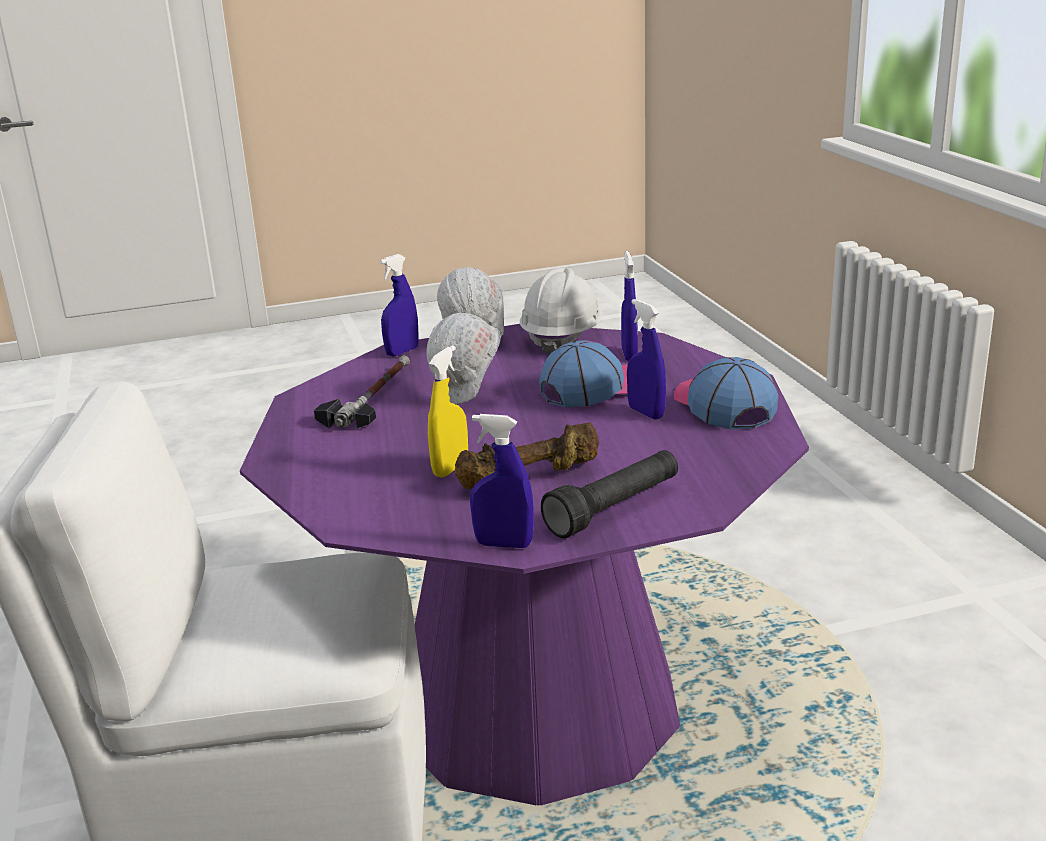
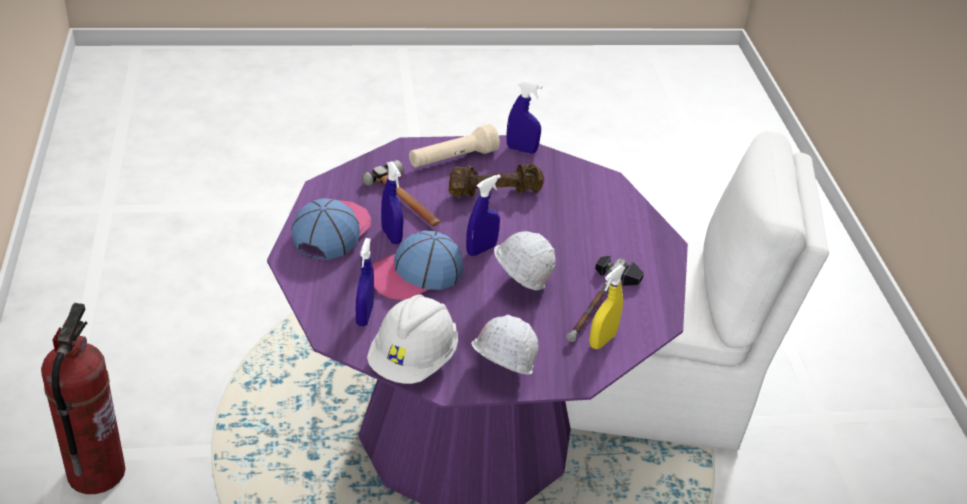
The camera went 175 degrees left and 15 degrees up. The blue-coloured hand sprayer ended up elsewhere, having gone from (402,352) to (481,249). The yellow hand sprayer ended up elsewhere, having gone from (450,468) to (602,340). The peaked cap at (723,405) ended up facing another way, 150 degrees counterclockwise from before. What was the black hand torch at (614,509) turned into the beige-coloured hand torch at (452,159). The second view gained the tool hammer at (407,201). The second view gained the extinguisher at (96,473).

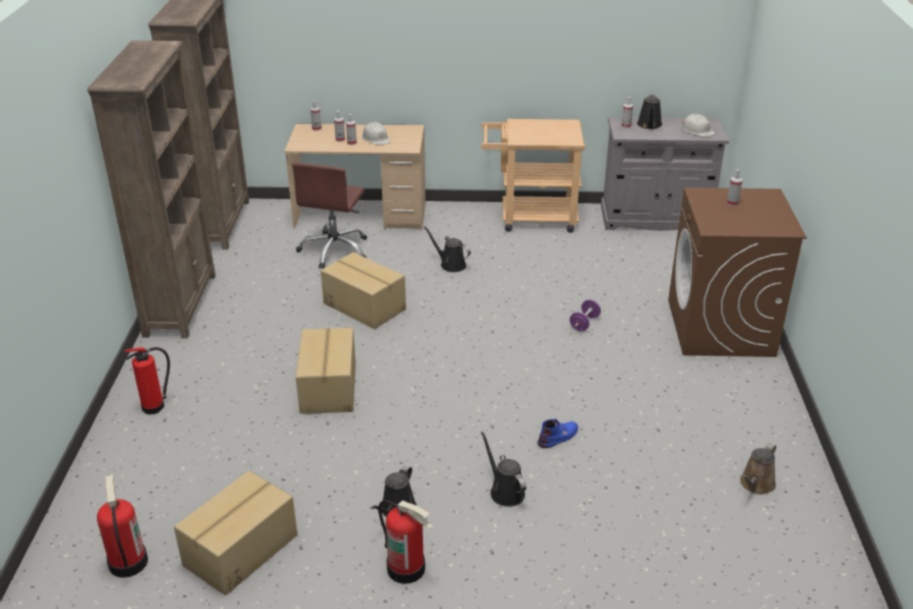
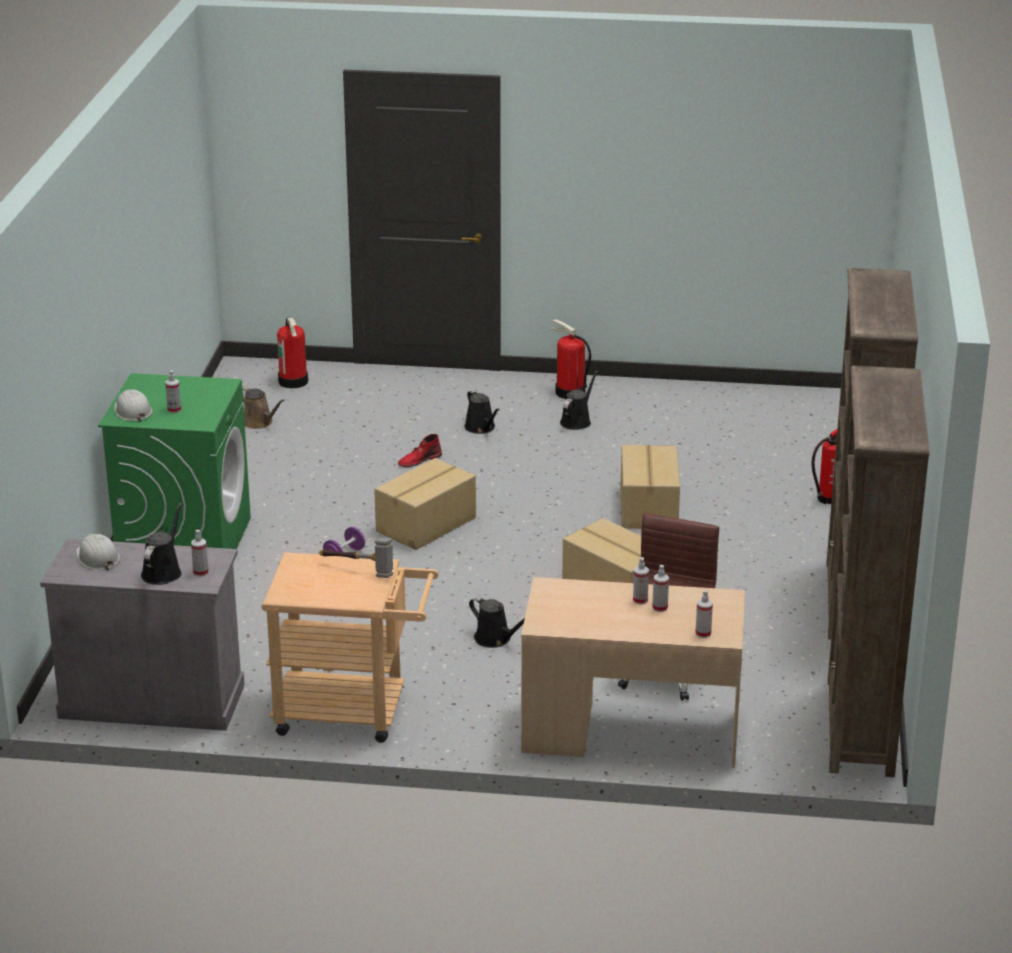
The camera went 175 degrees left and 5 degrees down. The whitish hard hat ended up elsewhere, having gone from (376,138) to (132,411). What was the brownish washing machine at (720,328) turned into the green washing machine at (184,543). What was the blue-coloured high-top boot at (558,436) turned into the red-coloured high-top boot at (419,460). The brownish sprinkling can at (756,485) ended up facing another way, 90 degrees clockwise from before. The cardboard box ended up elsewhere, having gone from (239,549) to (427,524). The extinguisher ended up elsewhere, having gone from (127,562) to (293,381). The second view gained the tool hammer at (359,570).

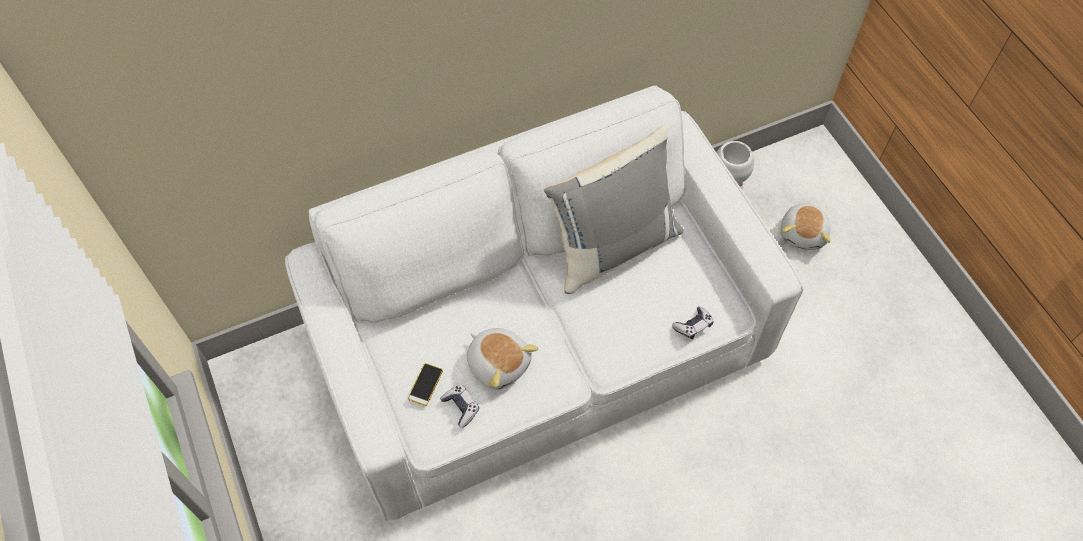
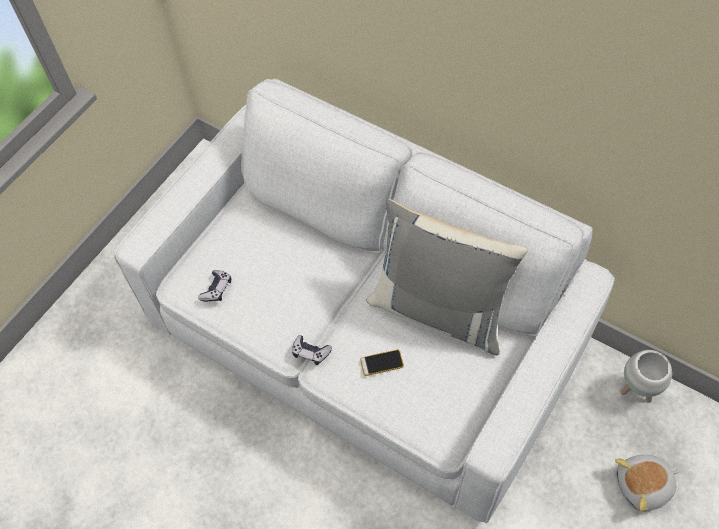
The camera went 60 degrees right and 0 degrees up. The game controller ended up elsewhere, having gone from (693,325) to (311,352). The second view lost the soft toy at (499,363). The telephone ended up elsewhere, having gone from (425,384) to (382,363).

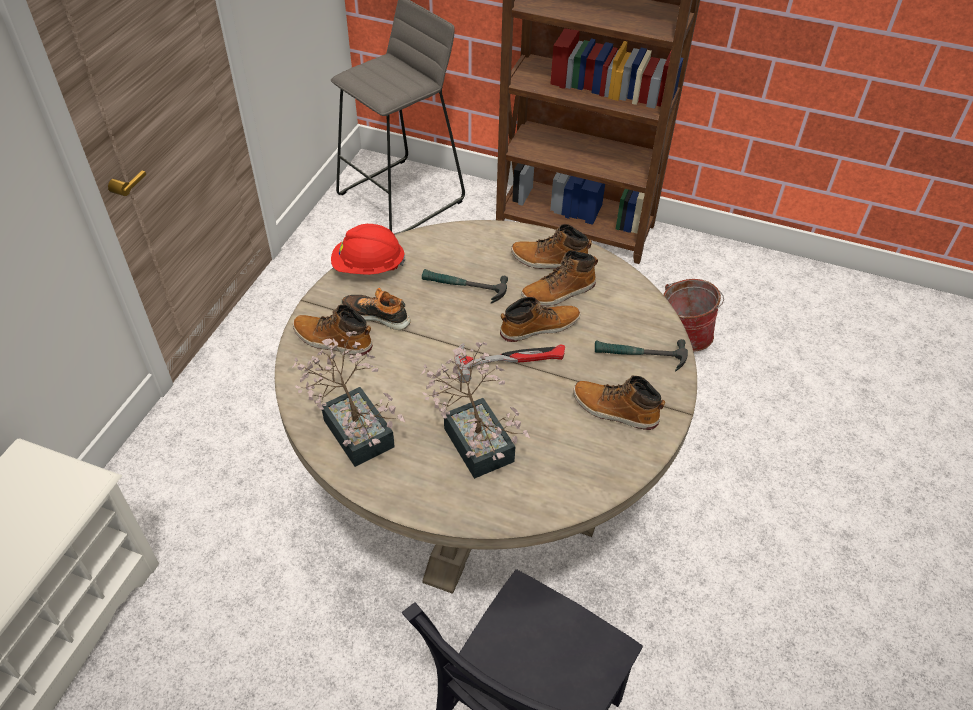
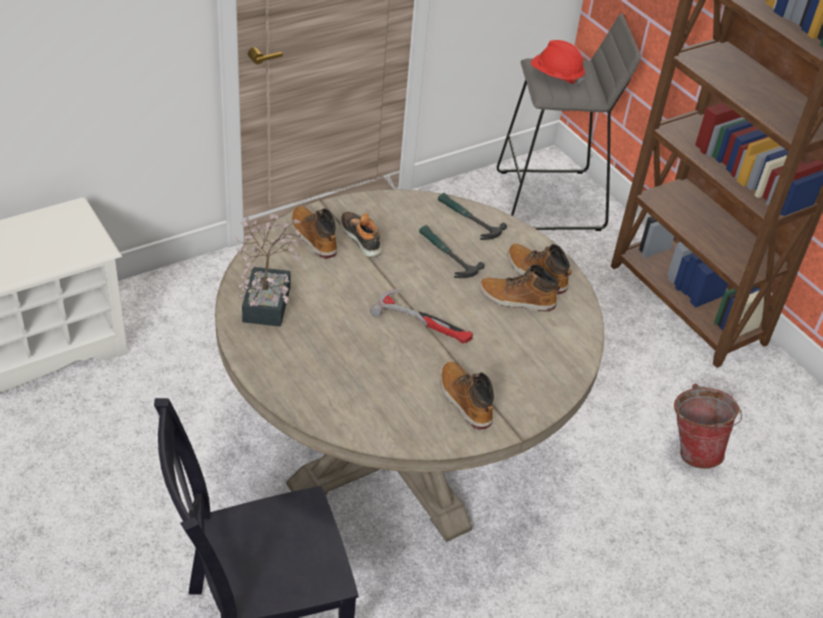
The camera went 35 degrees right and 5 degrees down. The red-coloured hard hat ended up elsewhere, having gone from (368,267) to (556,76). The second view lost the high-top boot at (539,327). The tool hammer ended up elsewhere, having gone from (640,356) to (467,219). The second view lost the potted plant at (475,437).

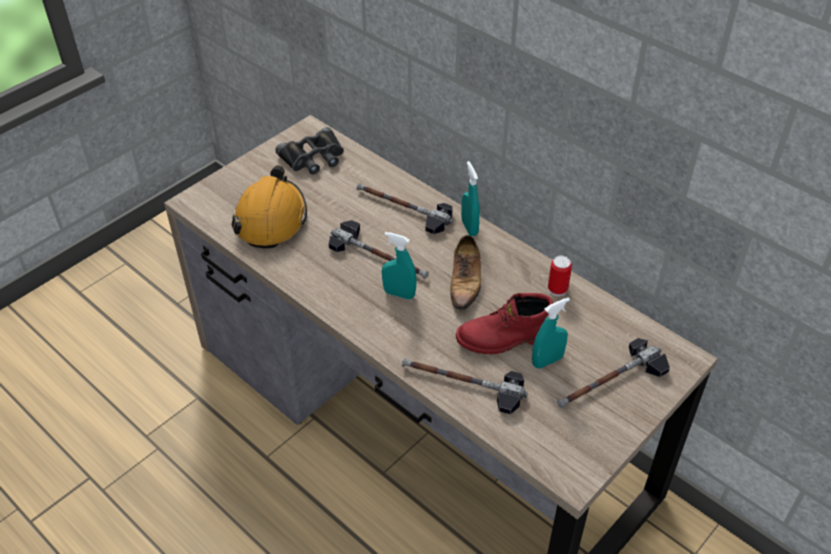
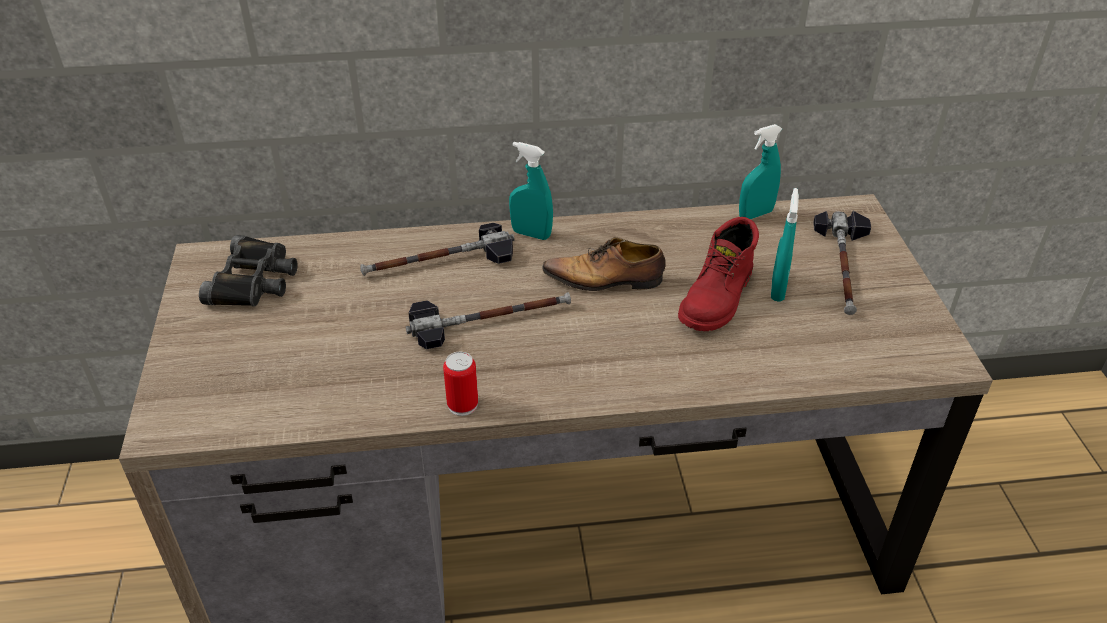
The camera went 50 degrees left and 5 degrees down. The second view lost the orange-coloured hard hat at (271,219). The blue-green hand sprayer ended up elsewhere, having gone from (399,294) to (755,214). The low shoe at (465,281) ended up facing another way, 135 degrees clockwise from before. The can ended up elsewhere, having gone from (557,289) to (462,405). The second view lost the tool hammer at (462,384).

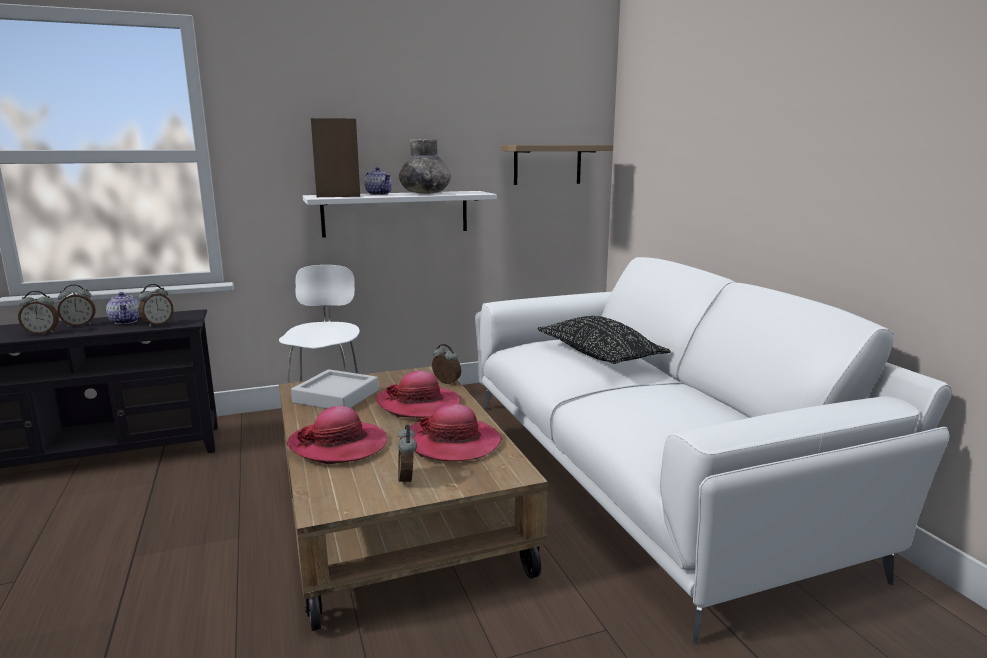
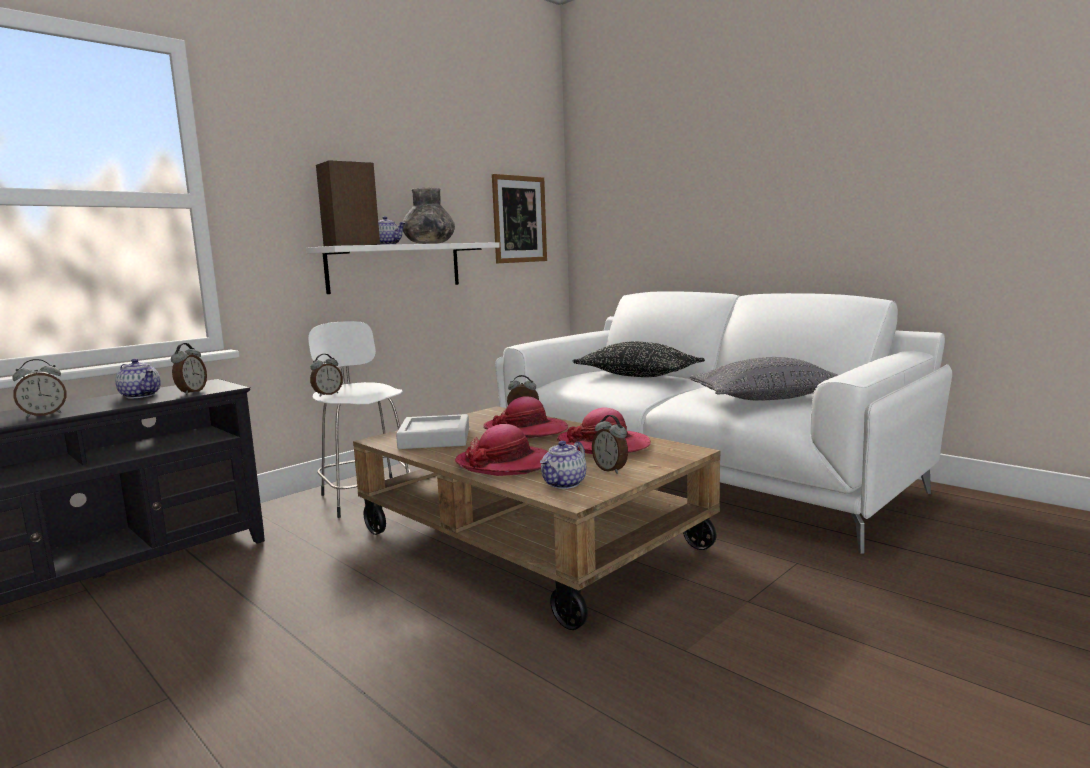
The camera went 25 degrees left and 5 degrees down. Where the wall shelf hung at (547,164), the picture came to hang at (519,219). The bedside clock ended up elsewhere, having gone from (79,325) to (327,394). The second view gained the grey cushion at (769,398). The second view gained the pot for tea at (564,484).

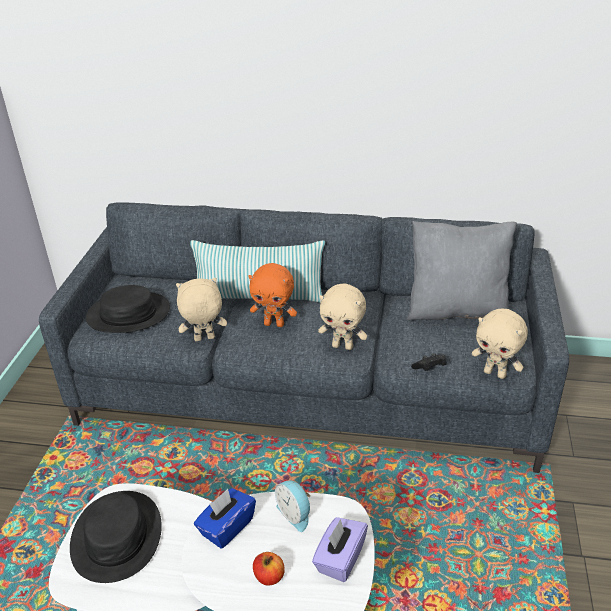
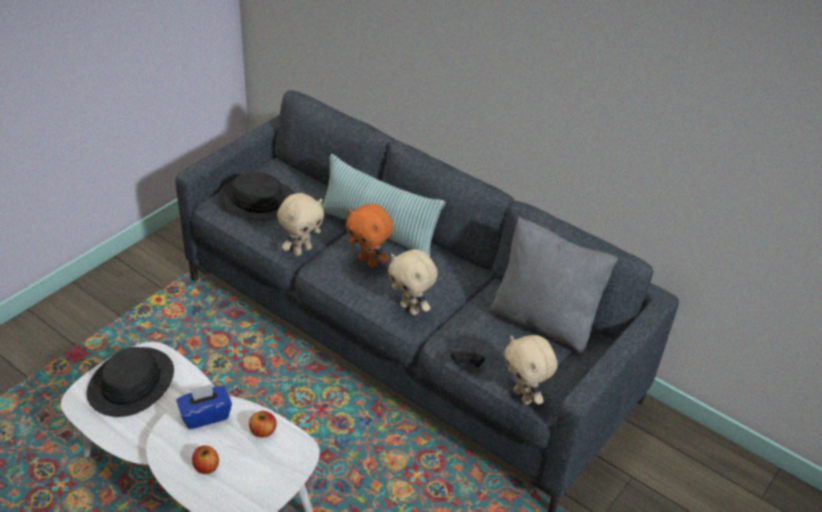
The camera went 25 degrees right and 5 degrees up. The beige-coloured soft toy at (204,339) ended up facing another way, 120 degrees clockwise from before. Where the bedside clock stood at (295,514), the apple came to stand at (263,431). The second view lost the purplish box of tissues at (340,559).

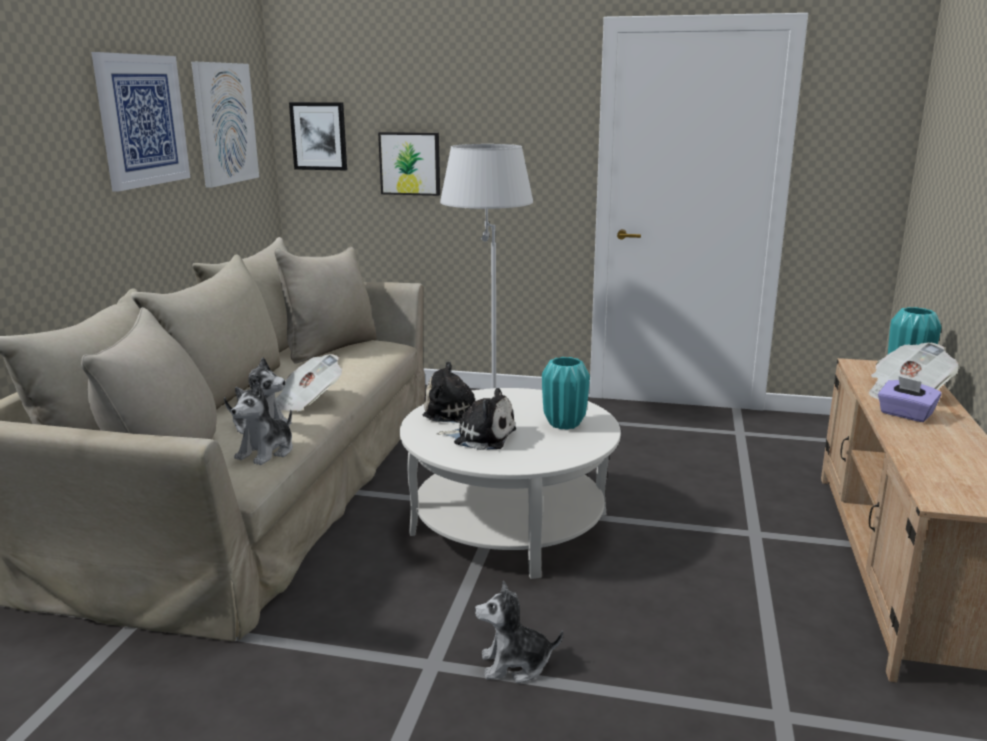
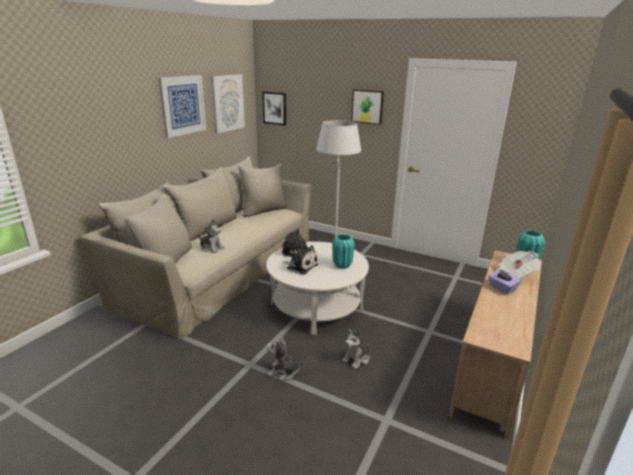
The camera went 15 degrees right and 5 degrees up. The picture ended up elsewhere, having gone from (410,163) to (367,106). The second view lost the printed paper at (306,402). The soft toy ended up elsewhere, having gone from (267,452) to (357,358).

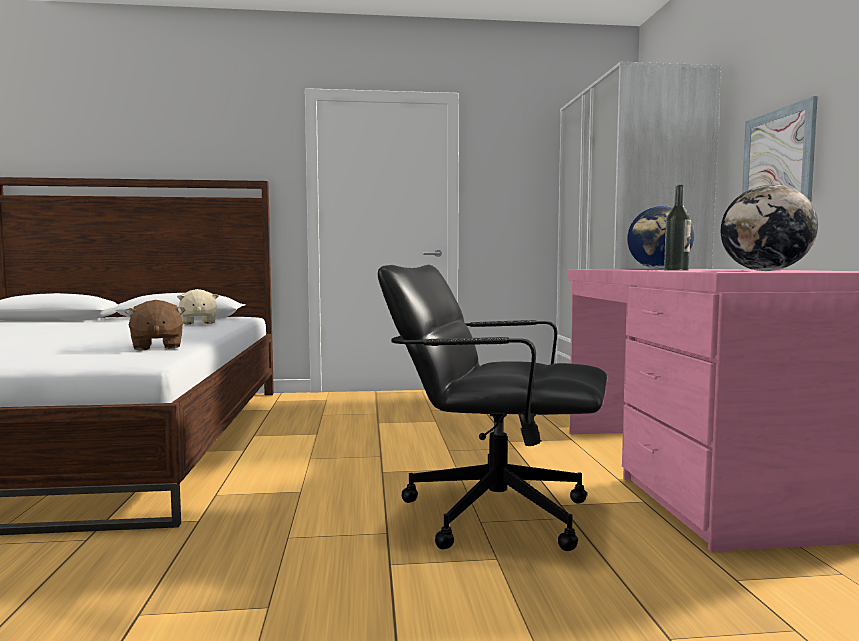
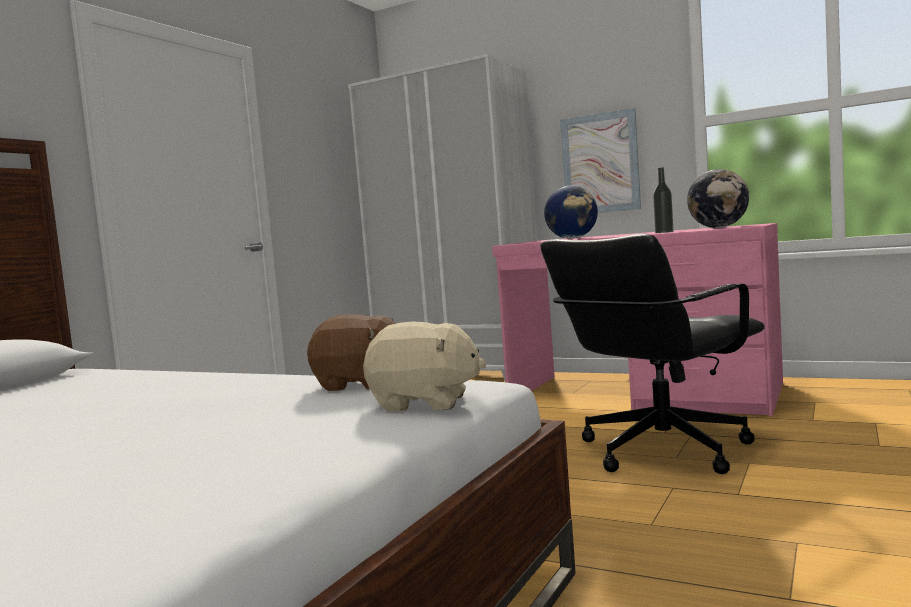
The camera went 55 degrees left and 0 degrees up. The beige-coloured soft toy ended up elsewhere, having gone from (198,322) to (424,403).

